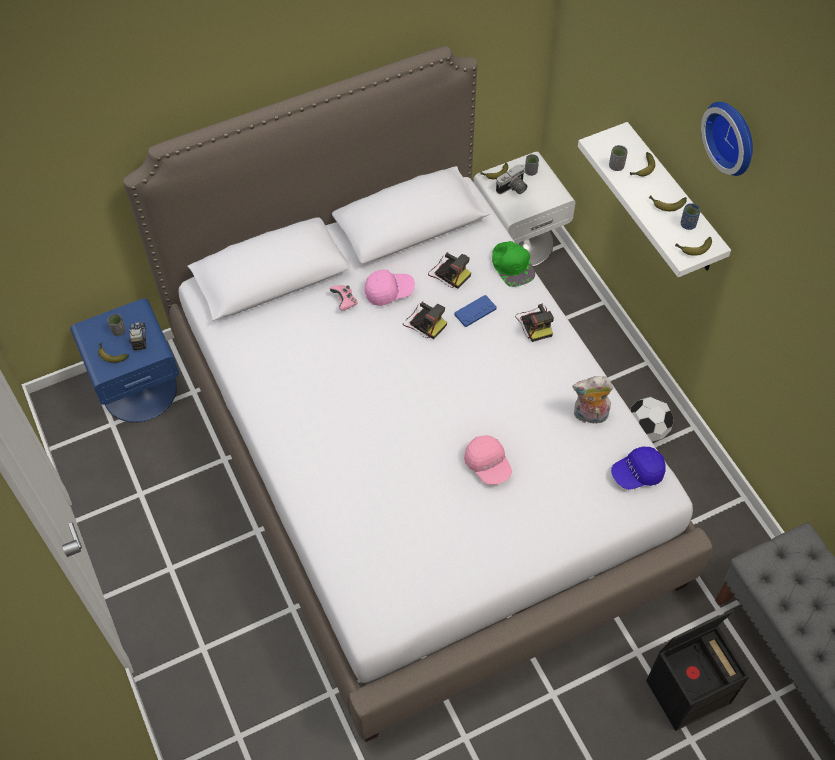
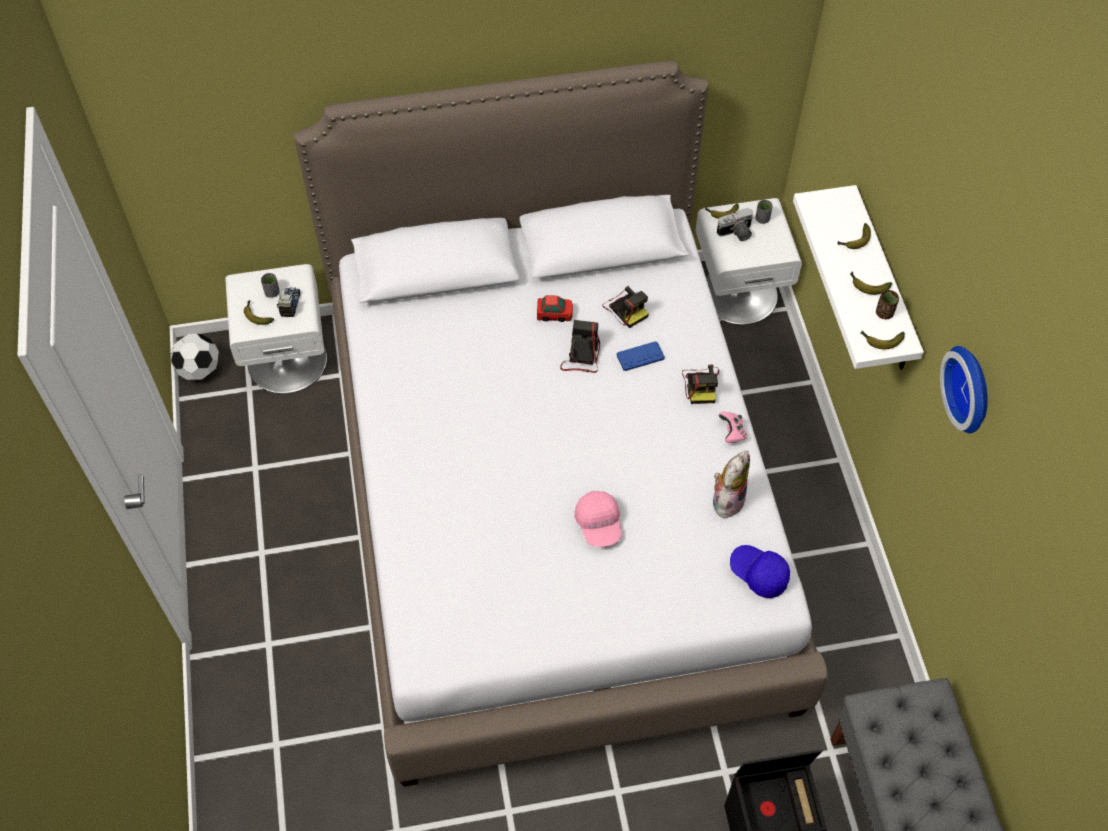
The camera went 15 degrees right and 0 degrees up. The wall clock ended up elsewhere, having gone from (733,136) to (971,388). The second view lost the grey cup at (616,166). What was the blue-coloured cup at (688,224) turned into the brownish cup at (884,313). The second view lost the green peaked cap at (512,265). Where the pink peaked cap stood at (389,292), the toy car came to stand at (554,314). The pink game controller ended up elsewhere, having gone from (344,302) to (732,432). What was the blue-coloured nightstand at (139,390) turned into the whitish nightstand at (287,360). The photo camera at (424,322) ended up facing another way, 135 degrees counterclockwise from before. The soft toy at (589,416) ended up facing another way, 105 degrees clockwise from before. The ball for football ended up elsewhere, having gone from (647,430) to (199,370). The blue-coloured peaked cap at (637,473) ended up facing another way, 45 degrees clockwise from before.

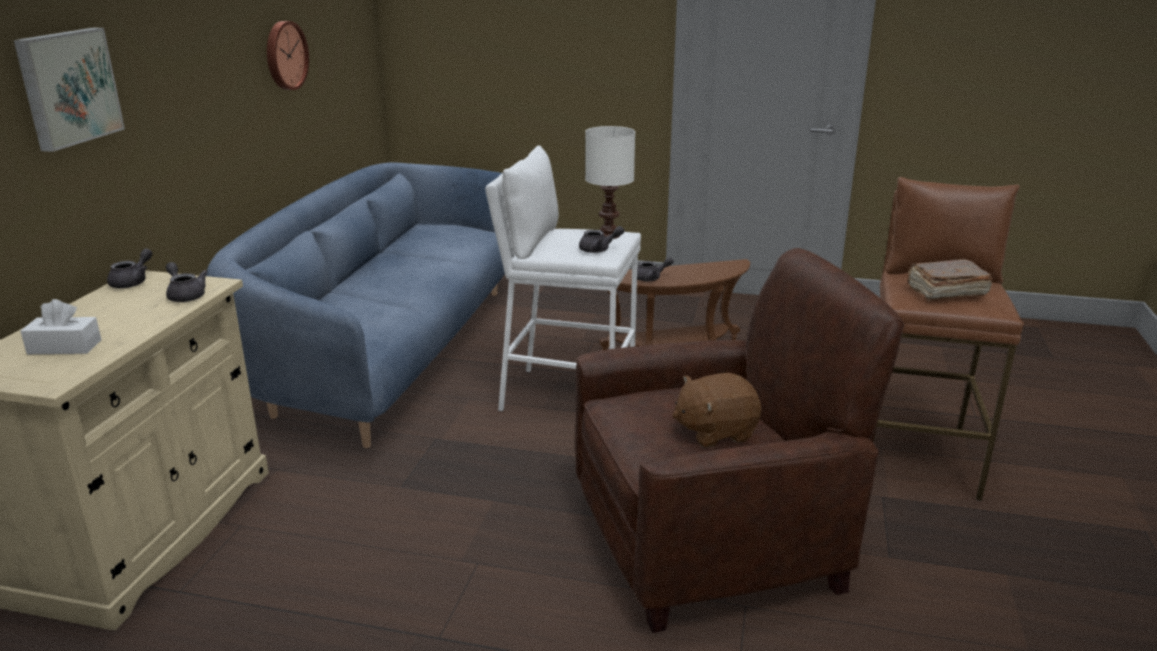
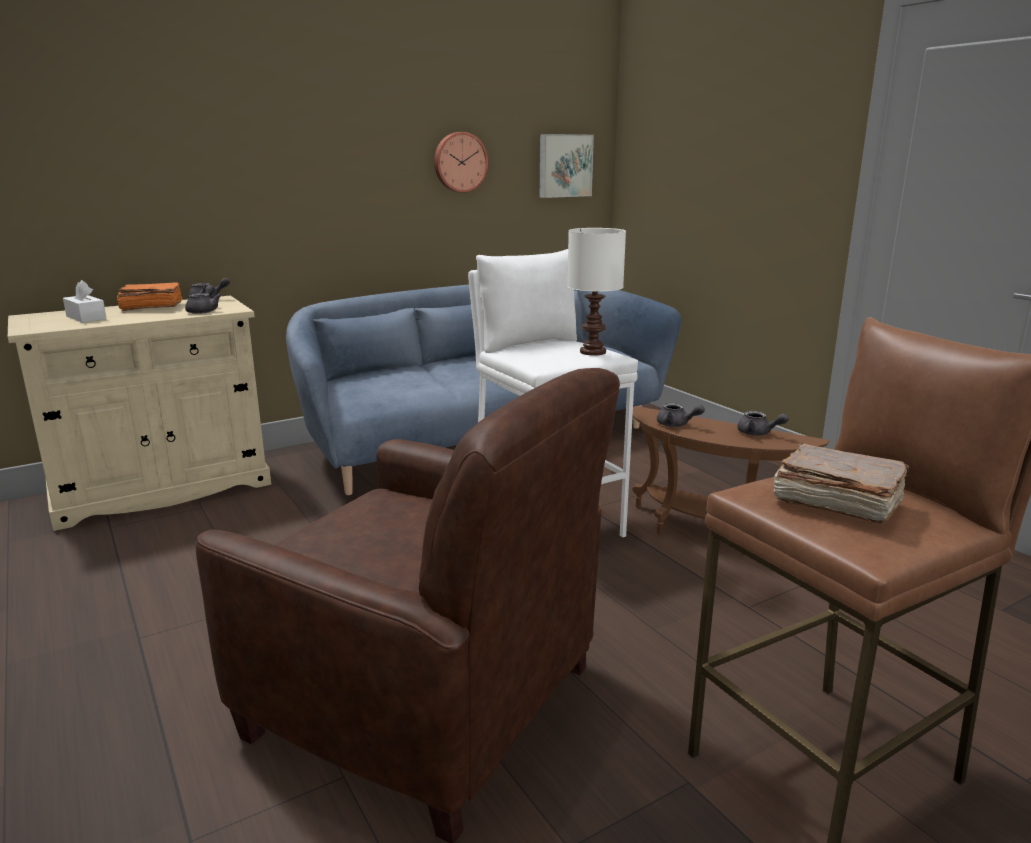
The camera went 45 degrees right and 5 degrees down. The picture ended up elsewhere, having gone from (67,87) to (564,165). The grey pot for tea ended up elsewhere, having gone from (599,250) to (758,433). The second view lost the brownish soft toy at (715,432). The second view gained the orange-coloured book at (151,307).

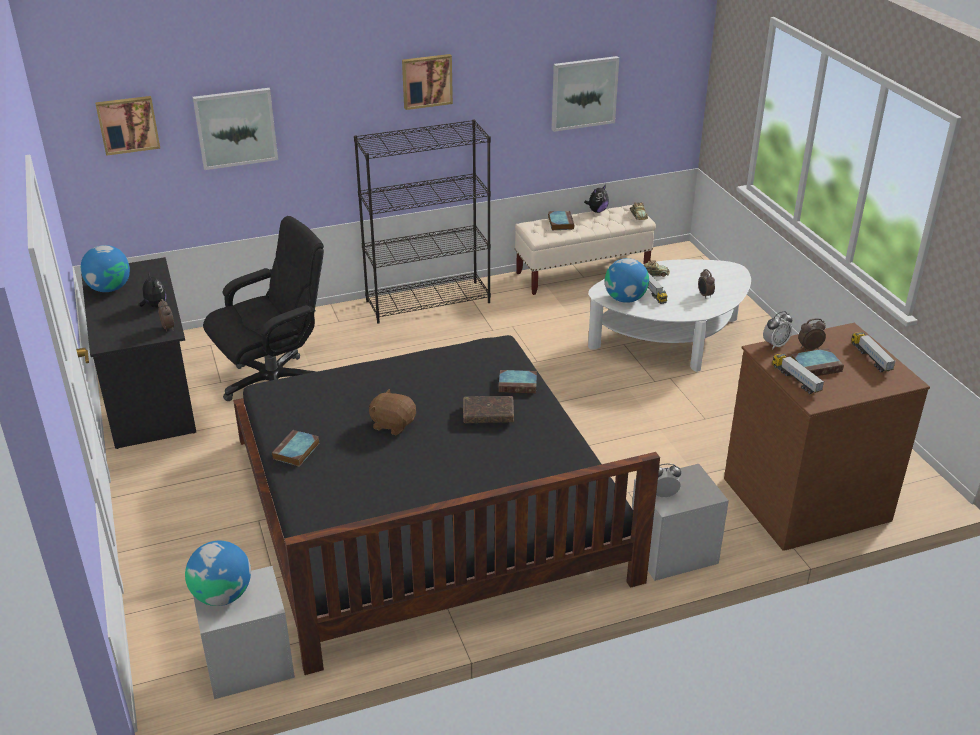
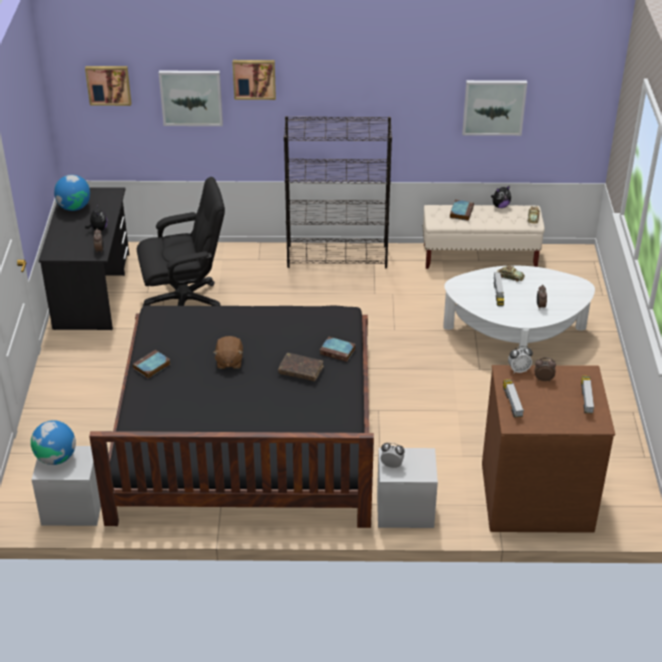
The camera went 20 degrees right and 5 degrees up. The picture ended up elsewhere, having gone from (426,81) to (254,78). The second view lost the world globe at (625,299). The second view lost the book at (816,366). The brownish soft toy at (393,424) ended up facing another way, 135 degrees counterclockwise from before.

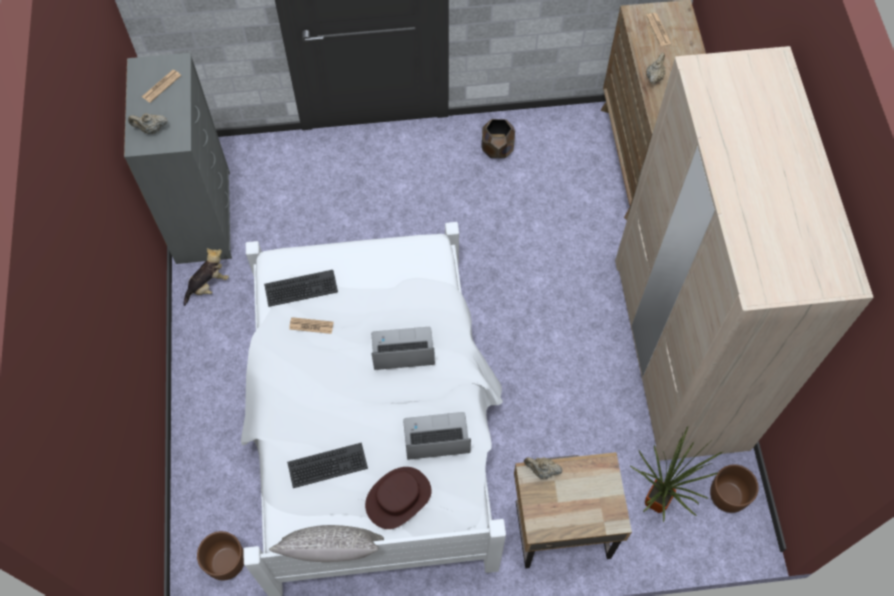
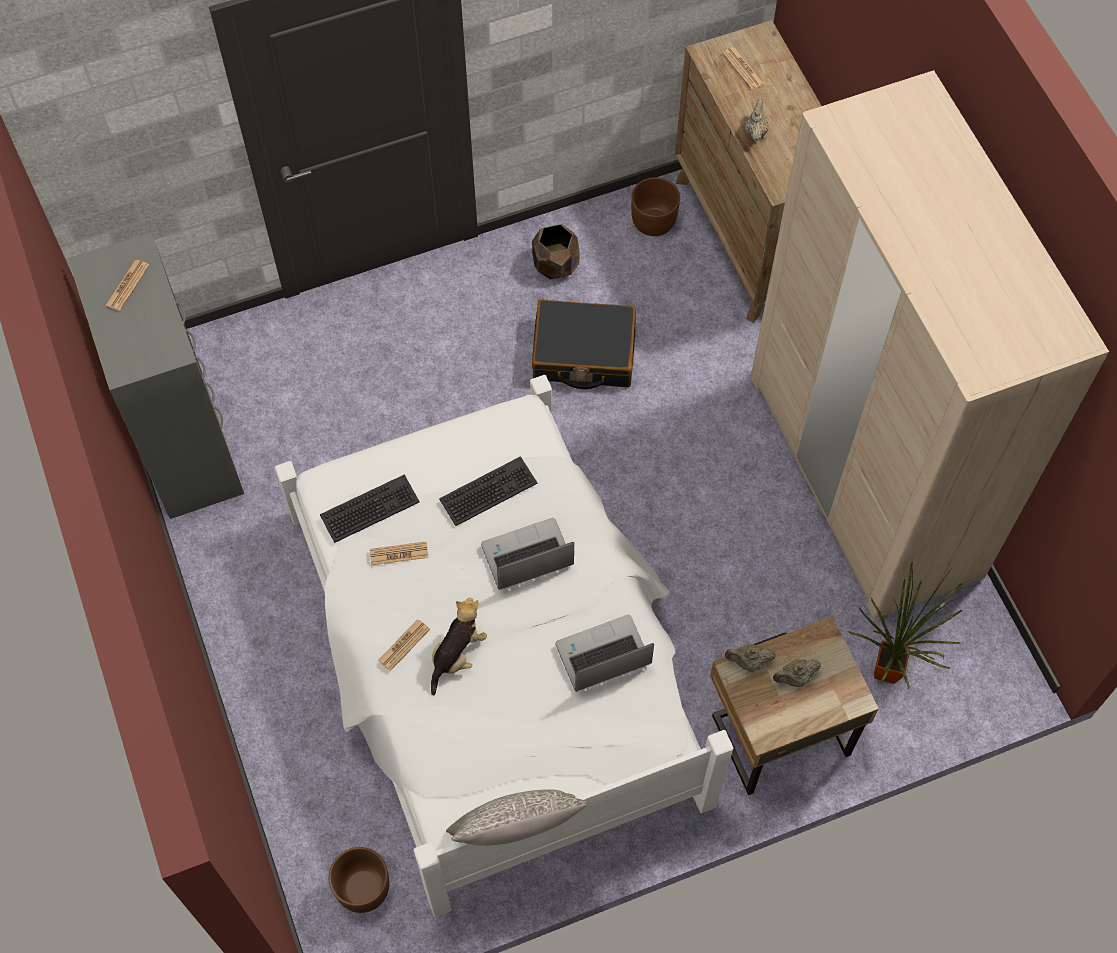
The camera went 15 degrees left and 0 degrees up. The beige-coloured pot for tea ended up elsewhere, having gone from (151,129) to (795,678). The soft toy ended up elsewhere, having gone from (208,285) to (457,654). The keyboard ended up elsewhere, having gone from (327,466) to (488,492). The brownish planter ended up elsewhere, having gone from (728,496) to (654,221). The second view lost the brownish wearable hat at (398,498). The second view gained the black piece of luggage at (583,353). The second view gained the printed paper at (404,645).

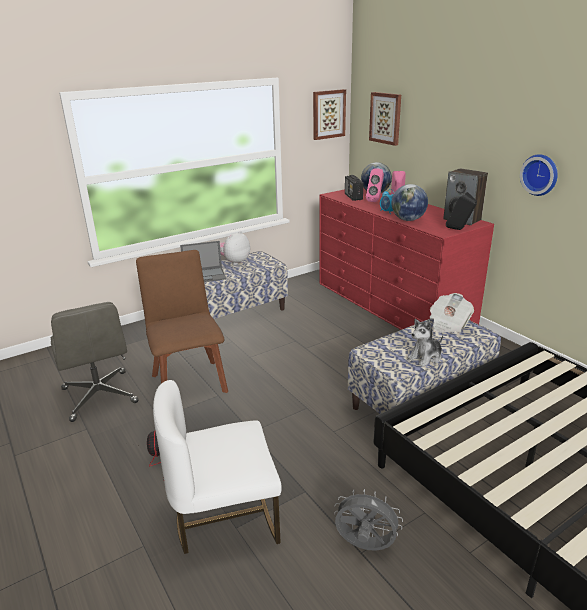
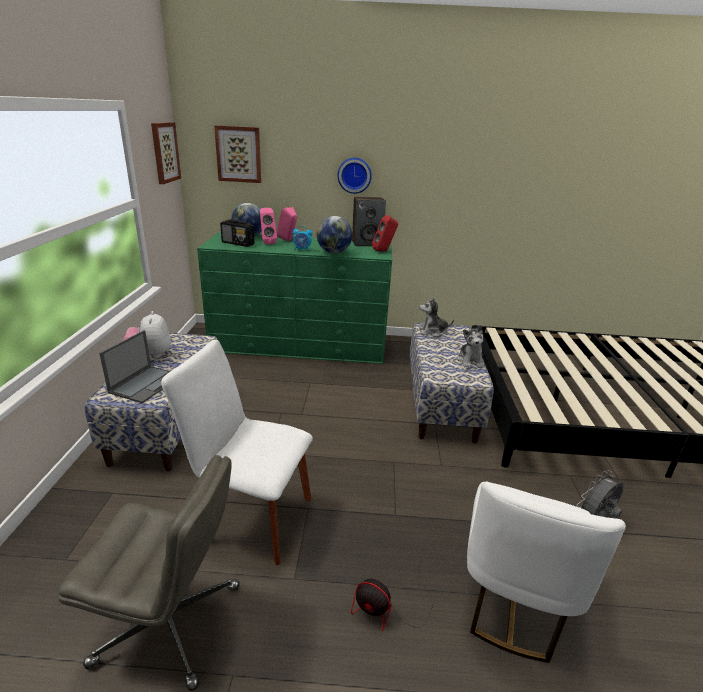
The camera went 55 degrees left and 0 degrees up. The wall clock ended up elsewhere, having gone from (540,174) to (354,175). What was the red-coloured chest of drawers at (392,304) turned into the green chest of drawers at (300,343). What was the black loudspeaker at (459,229) turned into the red-coloured loudspeaker at (384,251). What was the brownish plain chair at (189,381) turned into the whitish plain chair at (251,517). Where the printed paper stood at (448,324), the soft toy came to stand at (432,332).

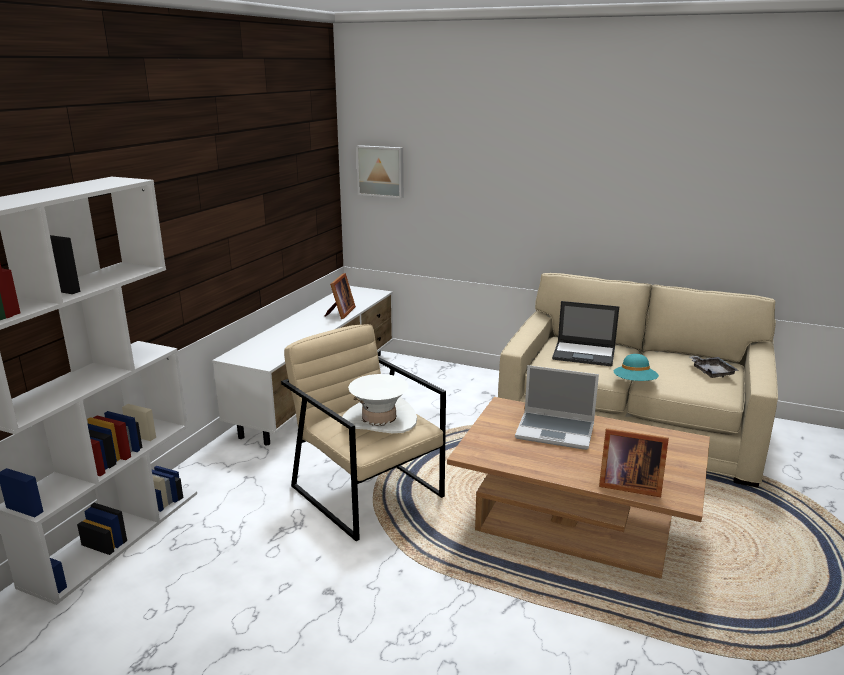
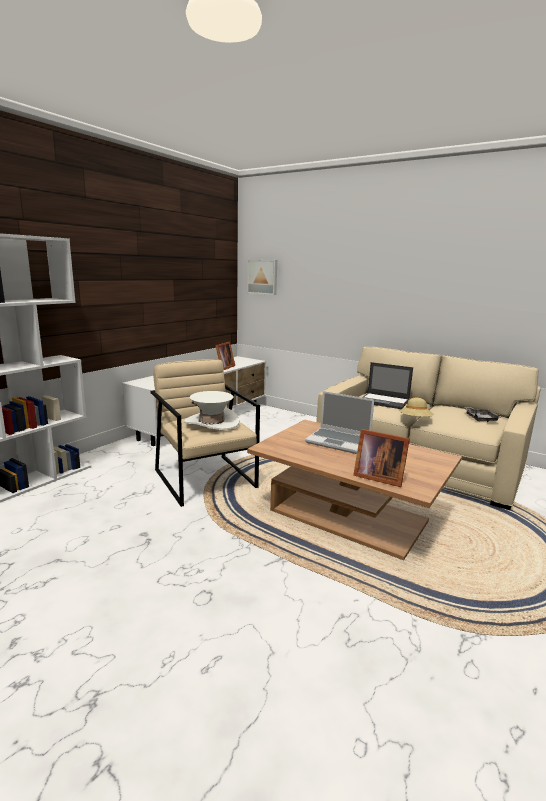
The camera went 10 degrees right and 5 degrees down. What was the blue-green wearable hat at (634,383) turned into the beige-coloured wearable hat at (415,420).

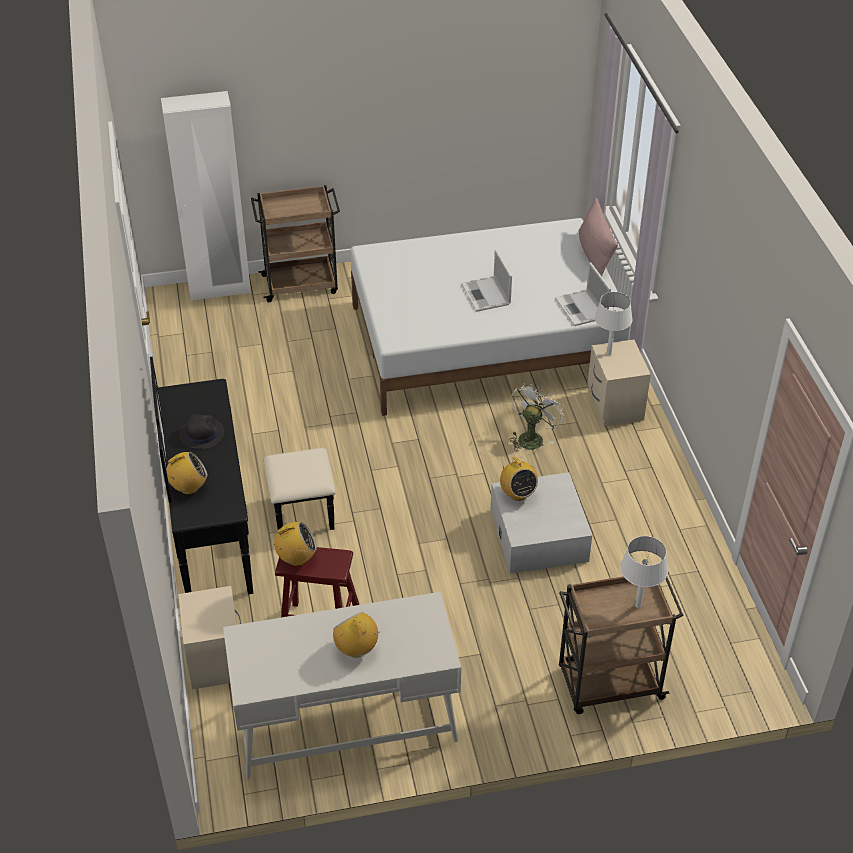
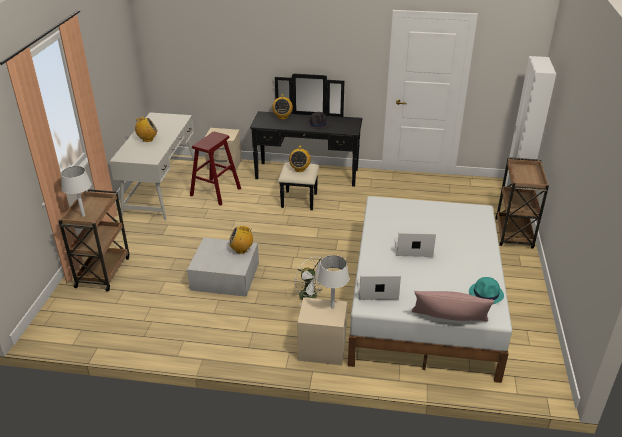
The camera went 110 degrees right and 10 degrees down. The radio receiver ended up elsewhere, having gone from (296,558) to (299,169). The second view gained the blue-green wearable hat at (486,294).

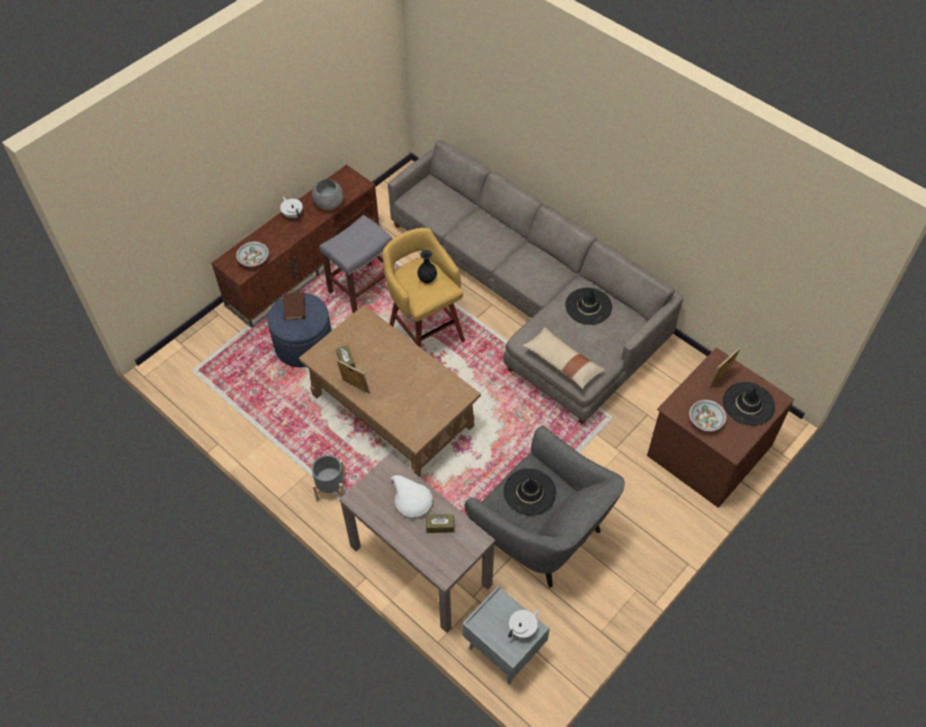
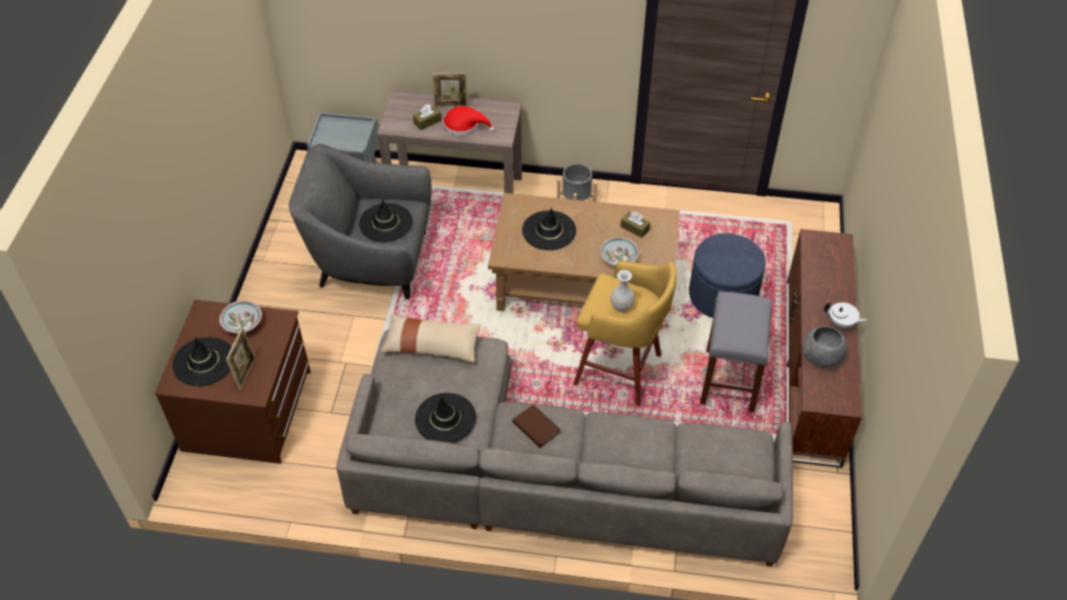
The camera went 145 degrees right and 5 degrees down. The bowl ended up elsewhere, having gone from (254,260) to (618,258). What was the black vase at (427,279) turned into the whitish vase at (621,306). The brownish book ended up elsewhere, having gone from (294,307) to (536,427). The standing frame ended up elsewhere, having gone from (355,387) to (451,105). What was the whitish wearable hat at (411,500) turned into the red-coloured wearable hat at (464,126). The second view lost the whitish pot for tea at (523,628). The second view gained the black wearable hat at (549,230).

